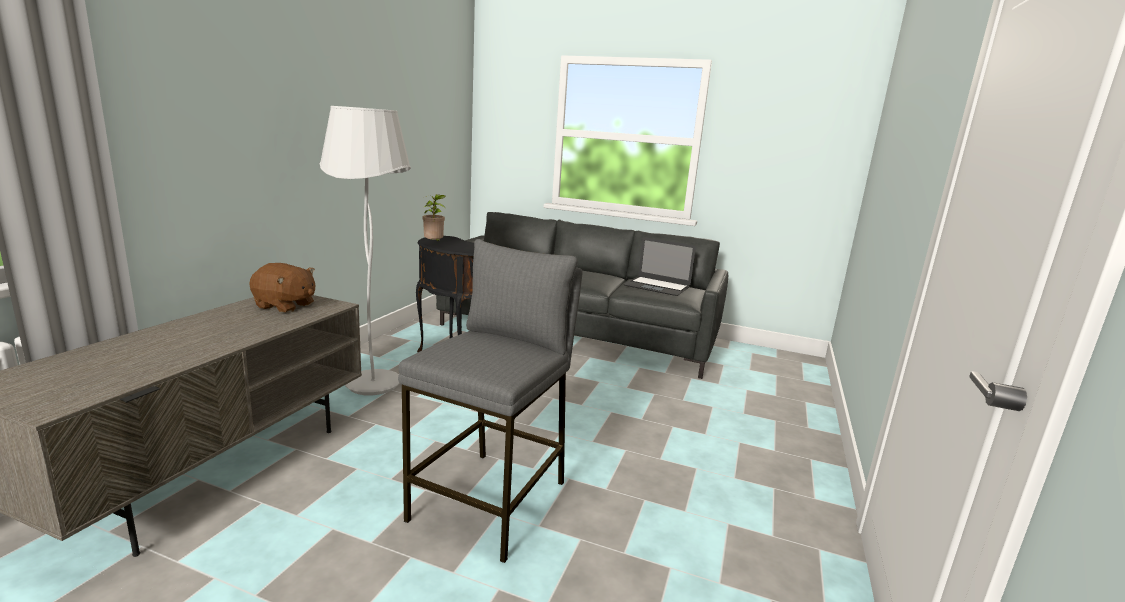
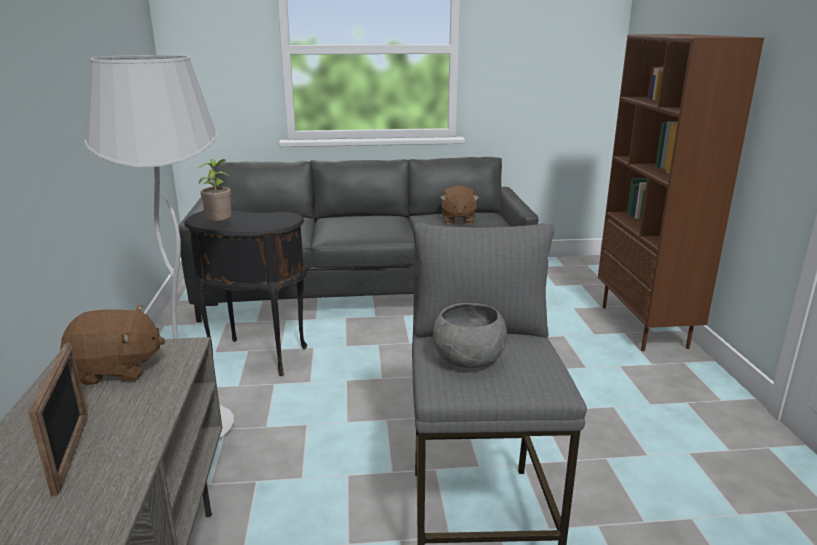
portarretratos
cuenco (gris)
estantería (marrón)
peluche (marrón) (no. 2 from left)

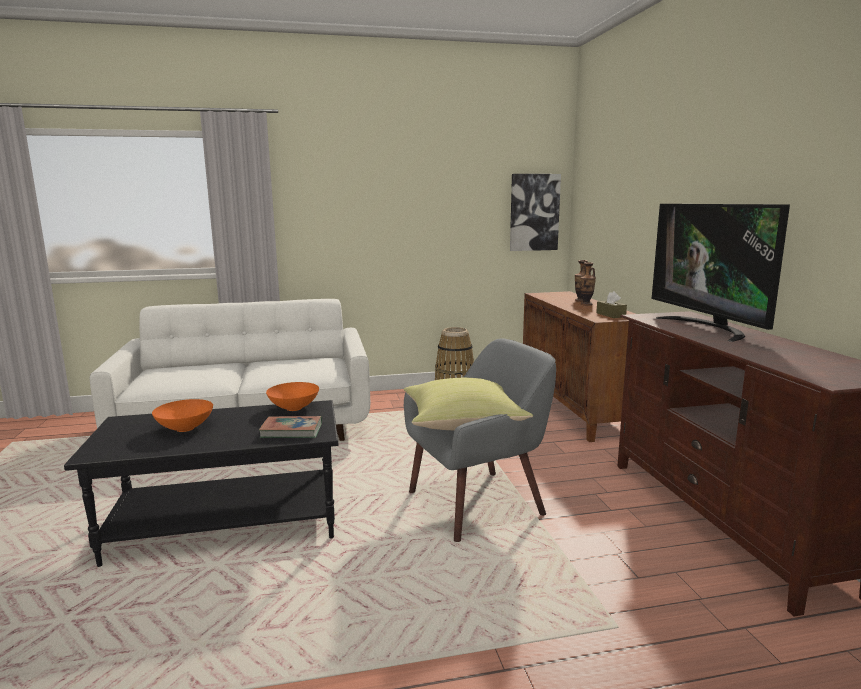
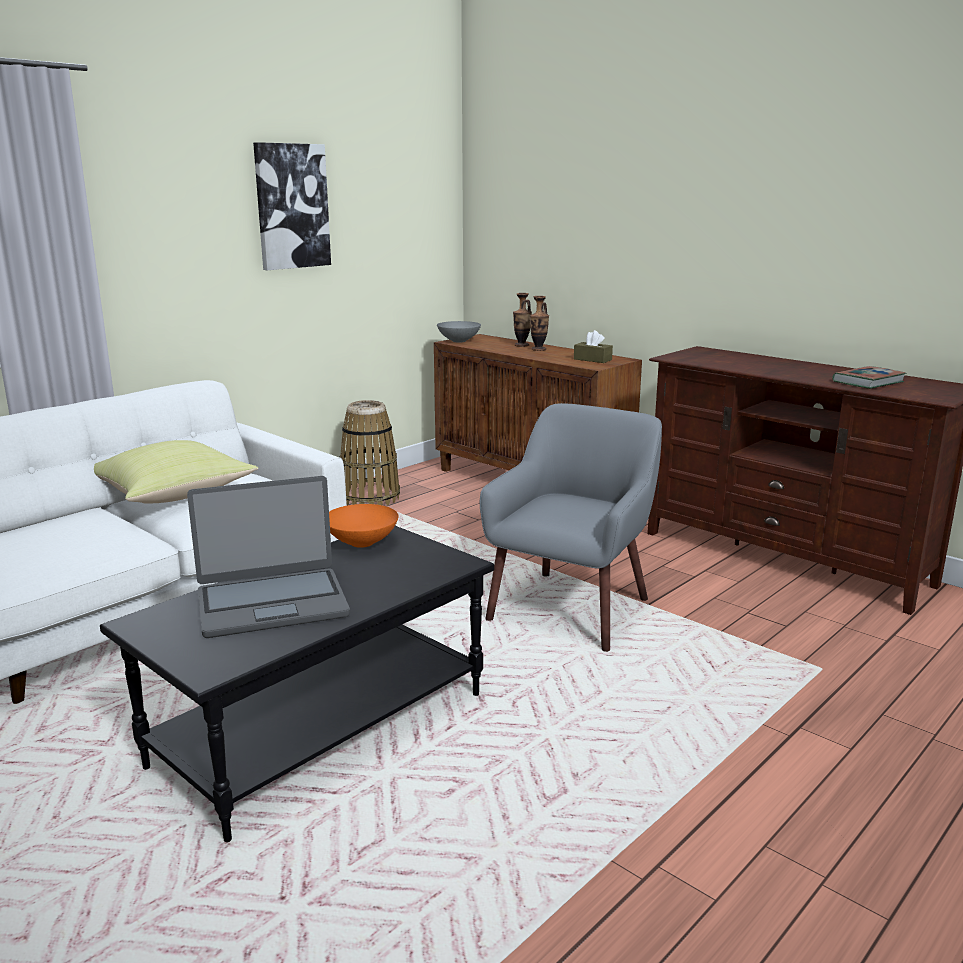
televisor
cuenco (gris)
libro
cojín (amarillo)
cuadro
portátil

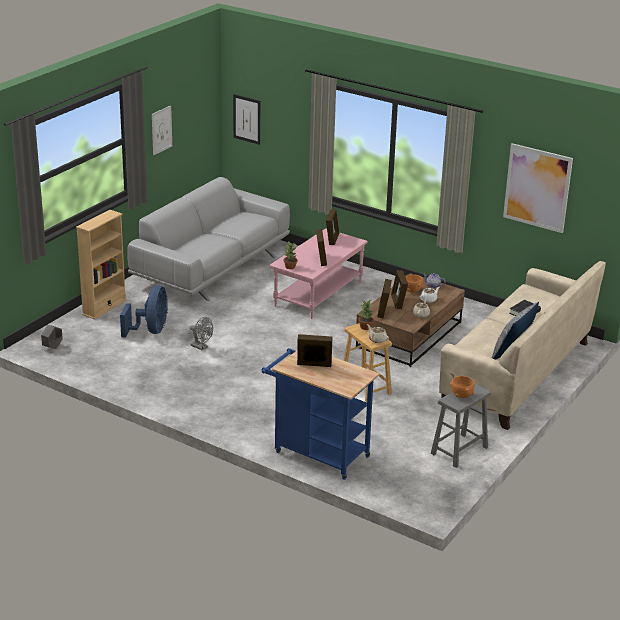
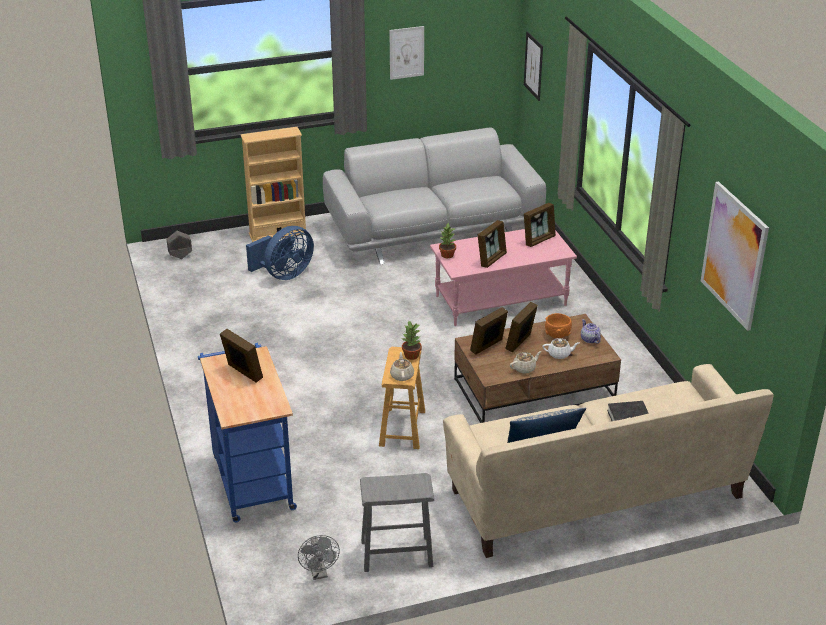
cuenco (naranja) (no. 2 from left in the first image)
ventilador (gris)

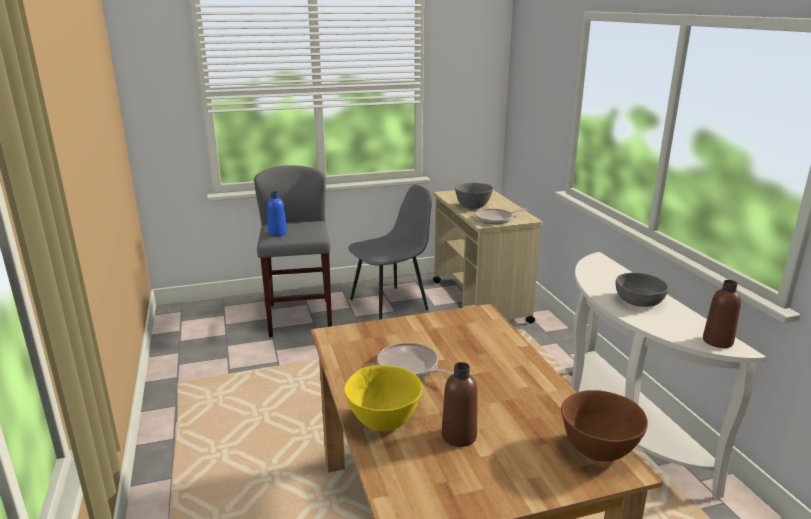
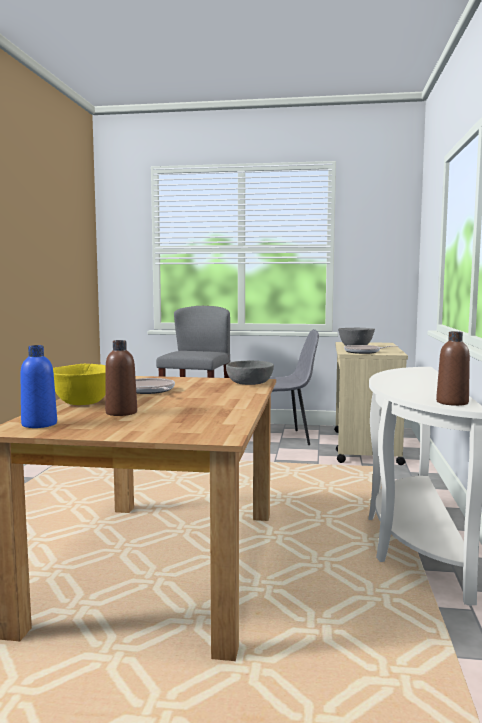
cuenco (marrón)
botella (azul)
cuenco (gris) (no. 1 from left)

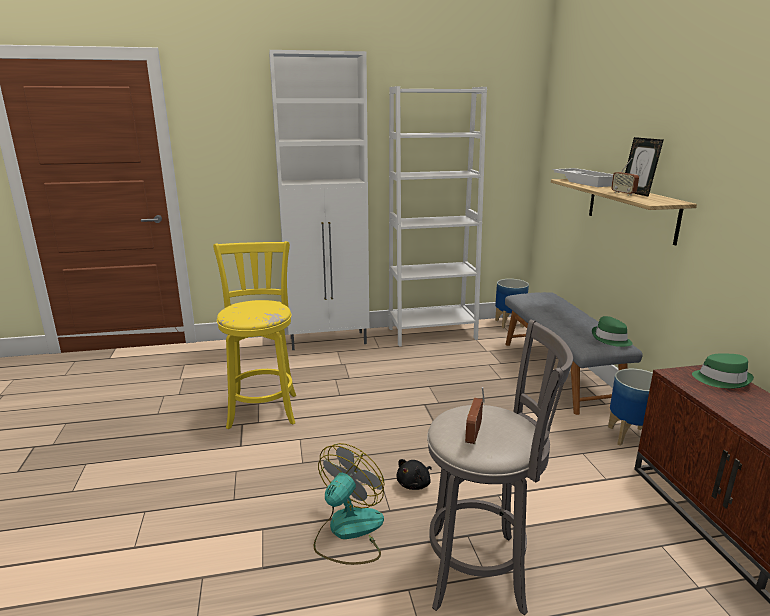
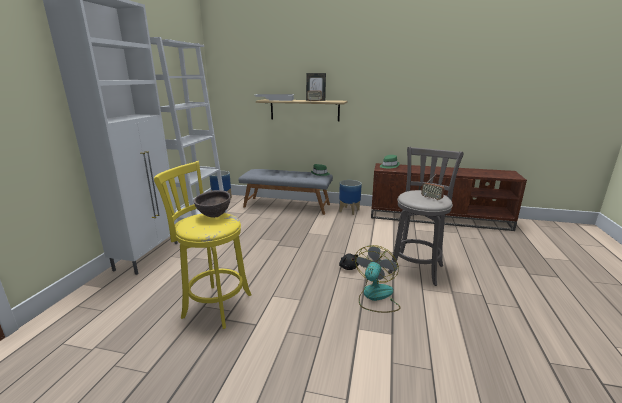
cuenco (marrón)
ventilador

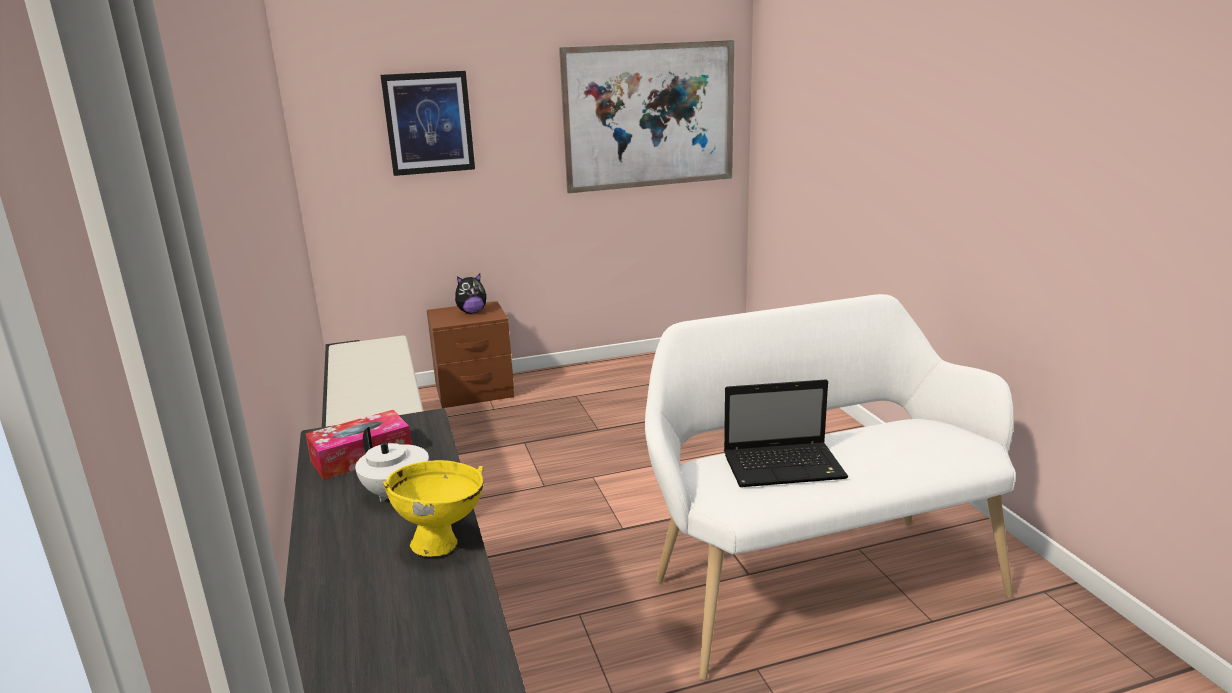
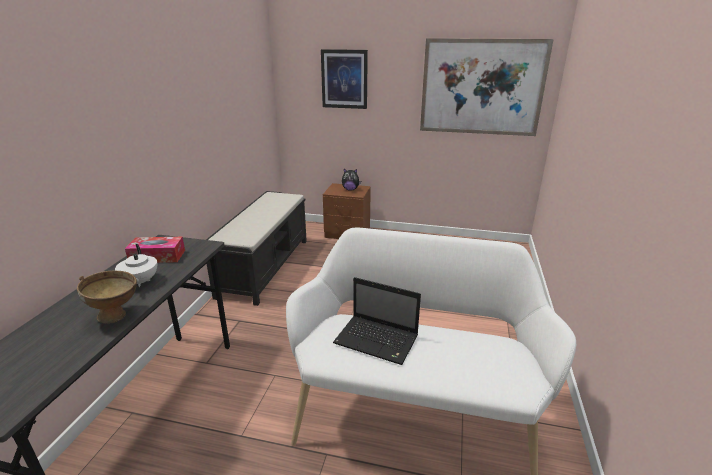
cuenco (marrón)

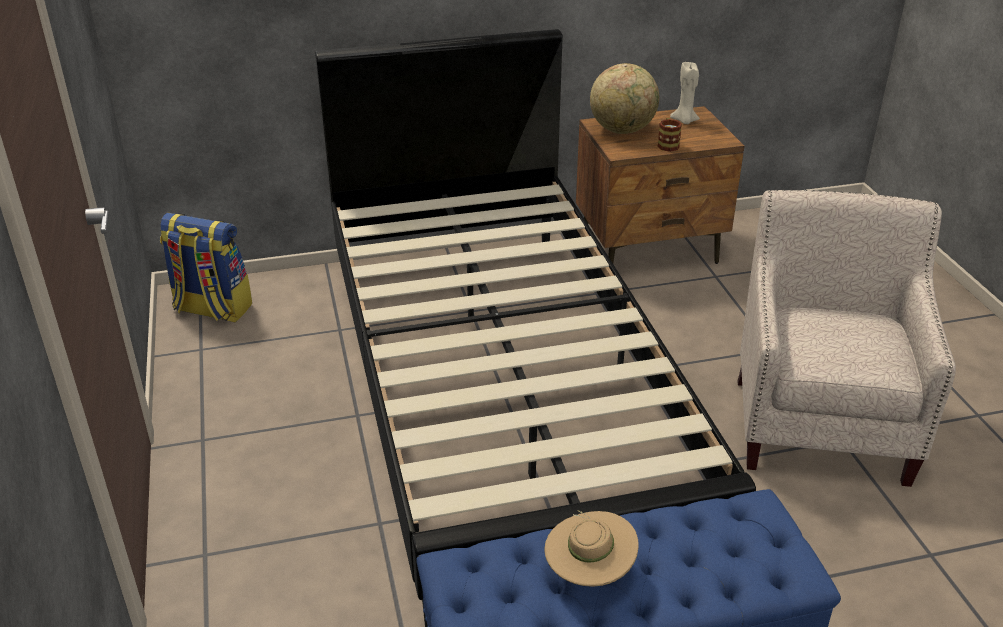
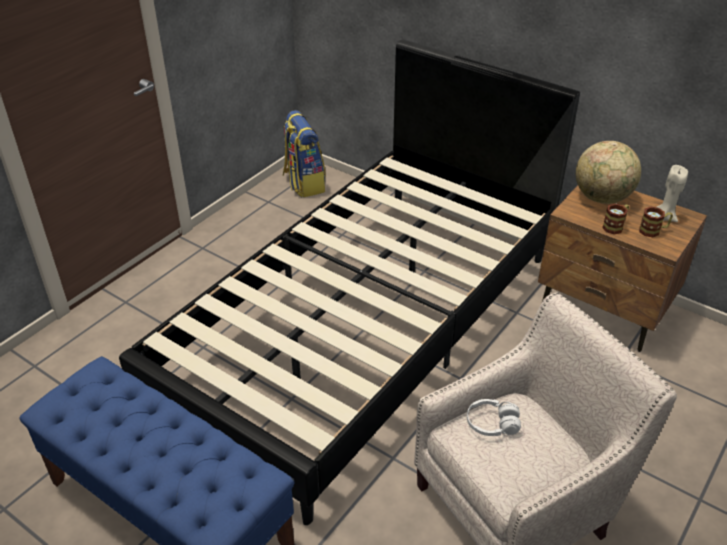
sombrero (beis)
auriculares (blanco)
taza grande (no. 2 from left)

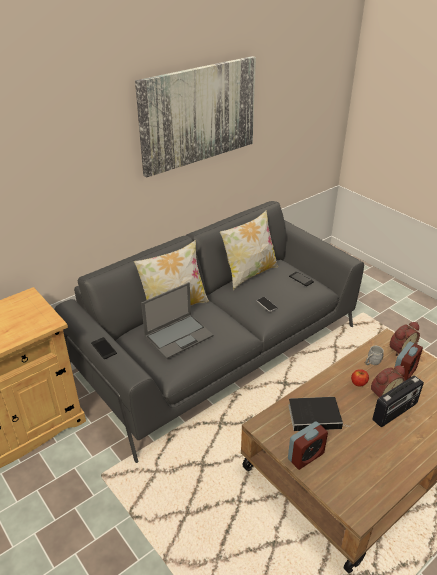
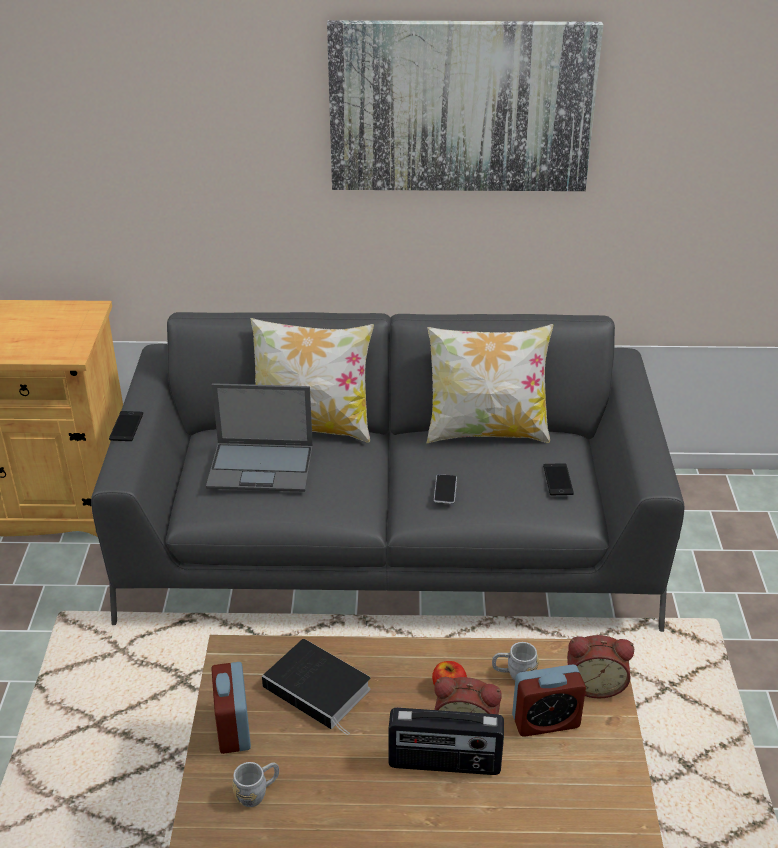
taza grande (gris) (no. 1 from left)
despertador (no. 1 from left)

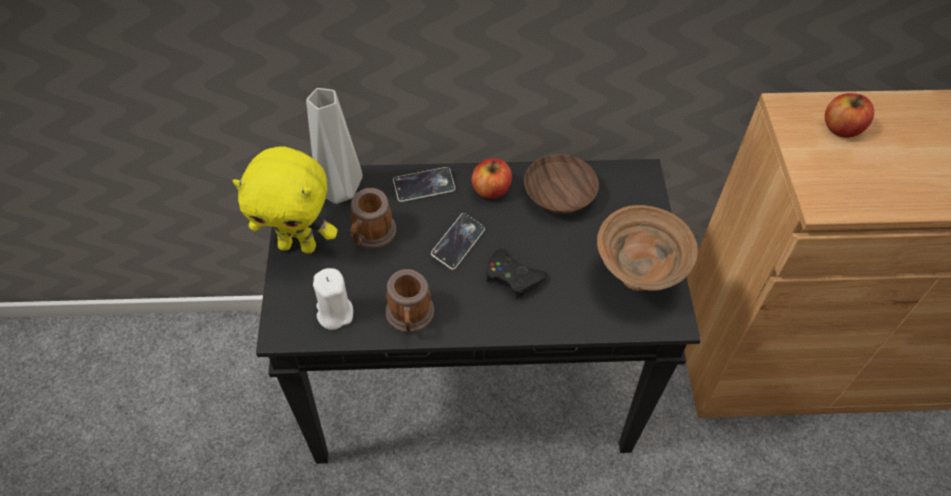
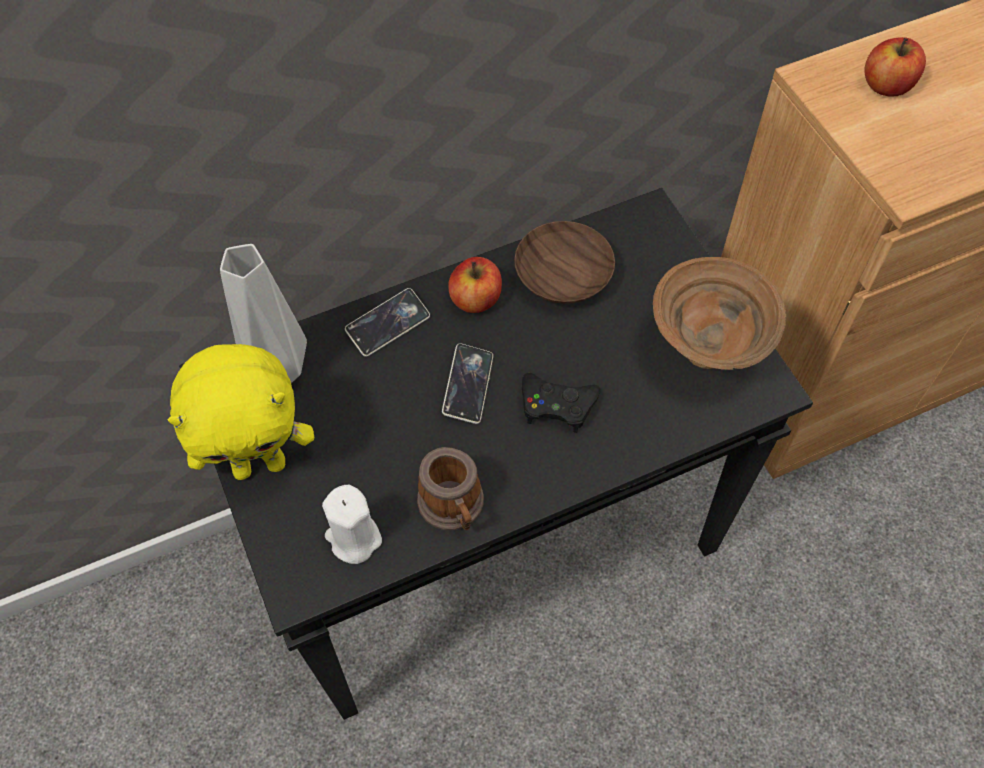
taza grande (no. 1 from left in the first image)

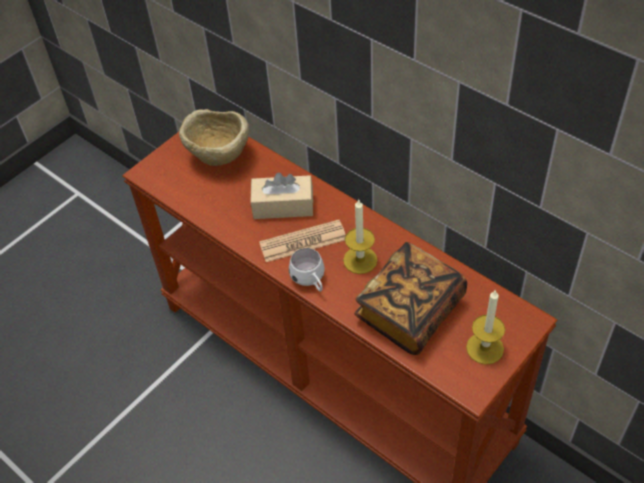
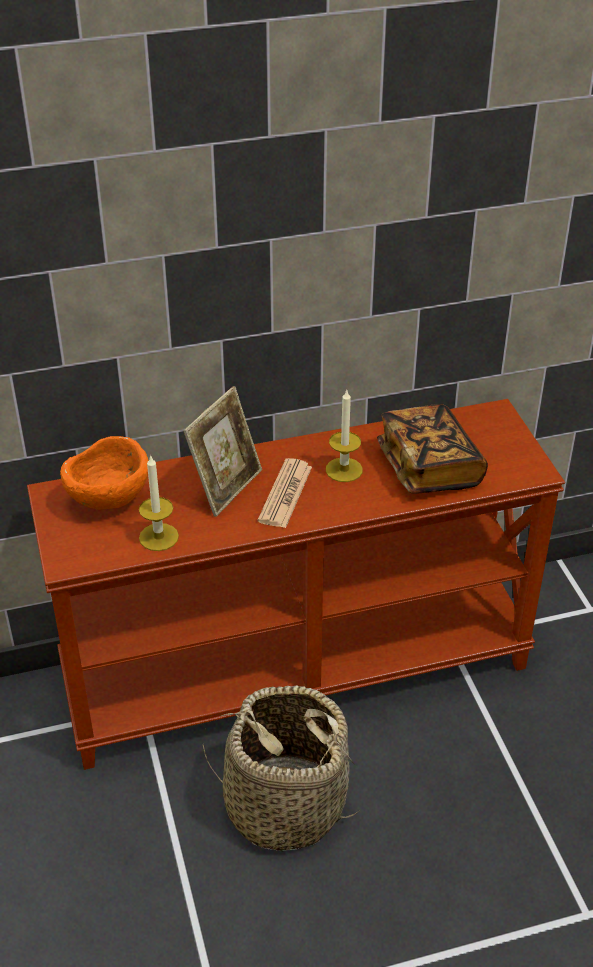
taza grande (blanco)
cesta
vela (no. 1 from left)
portarretratos
cuenco (naranja)

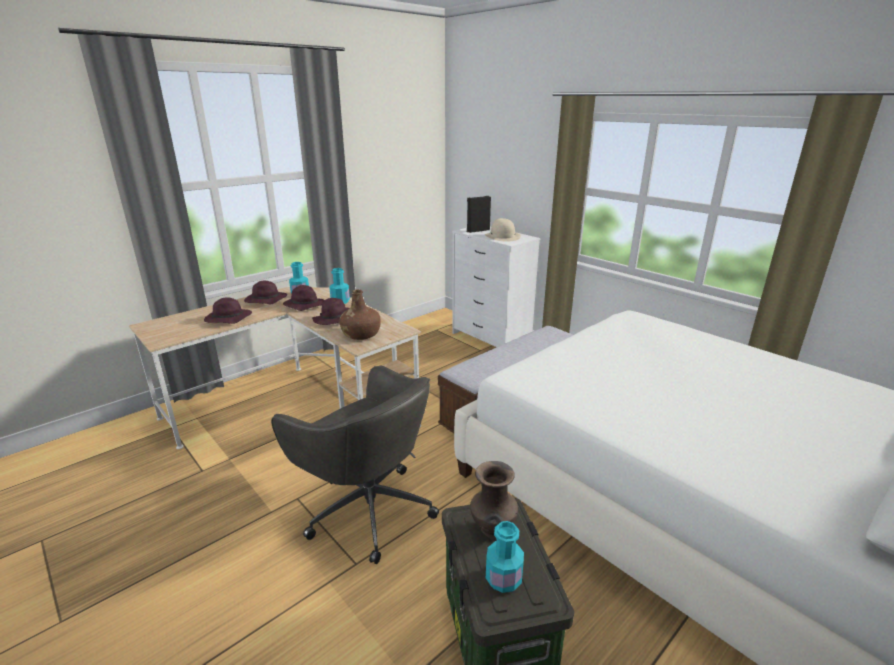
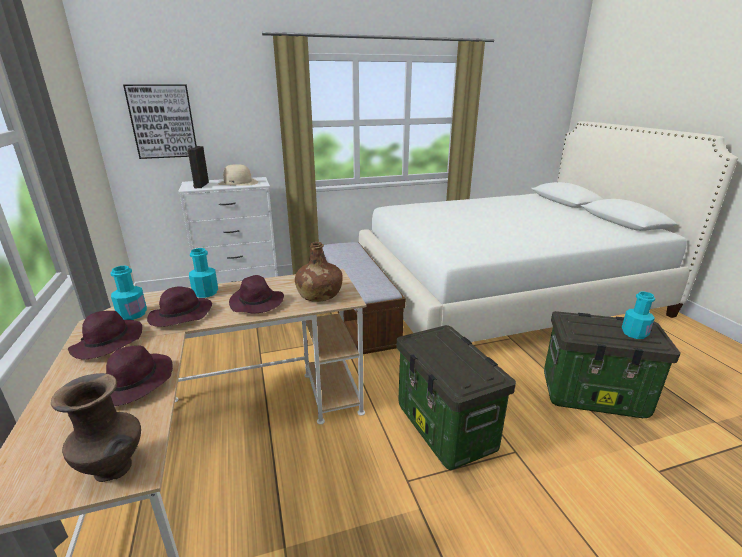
cuadro
florero (marrón)
caja de almacenaje (no. 1 from left)

